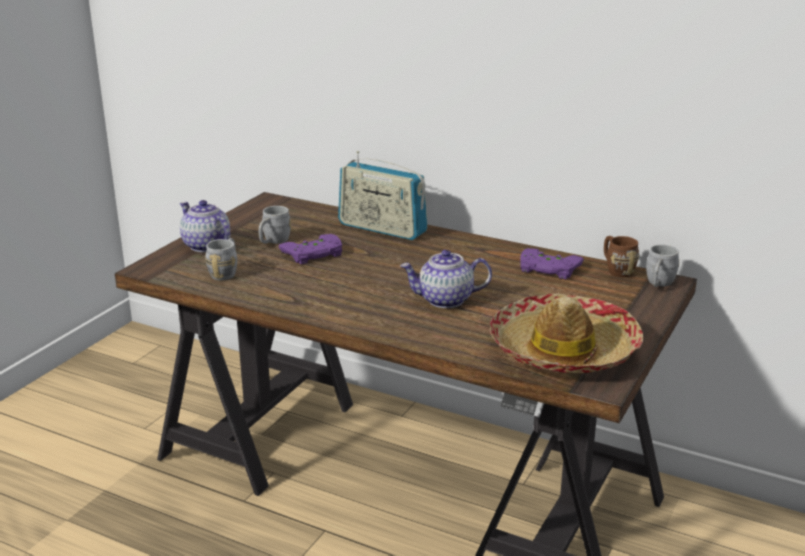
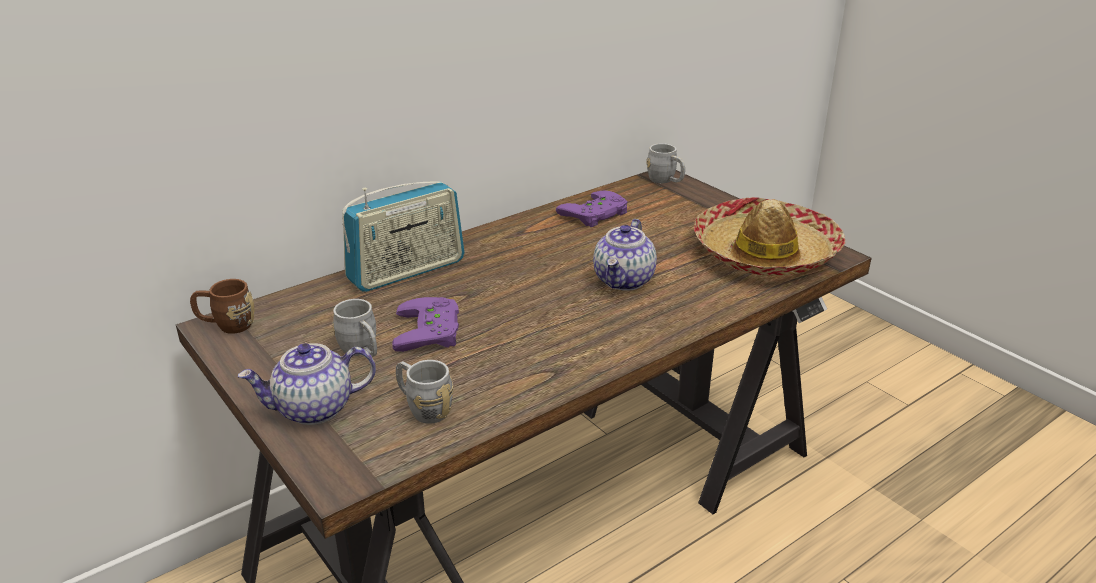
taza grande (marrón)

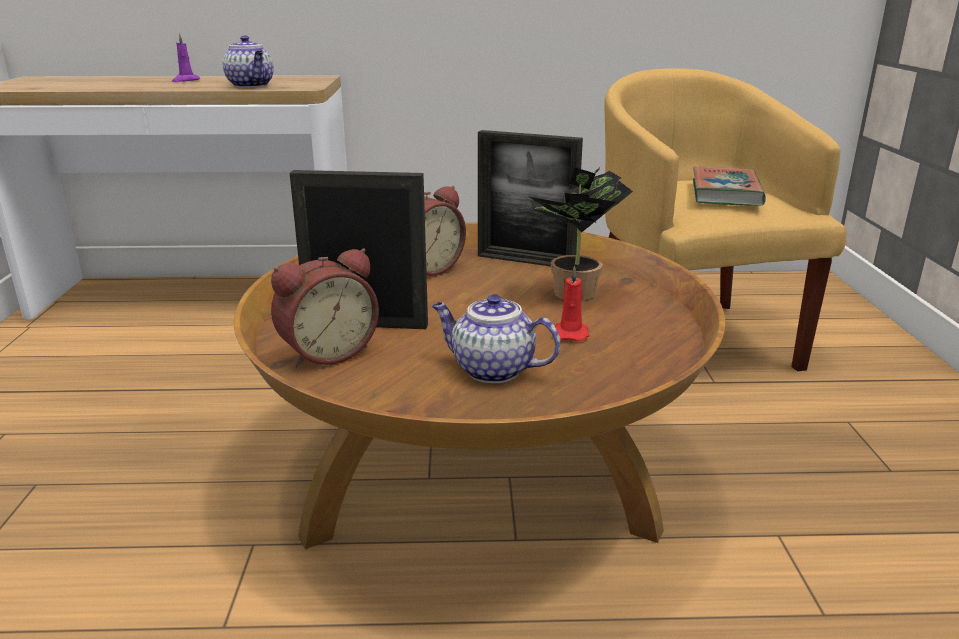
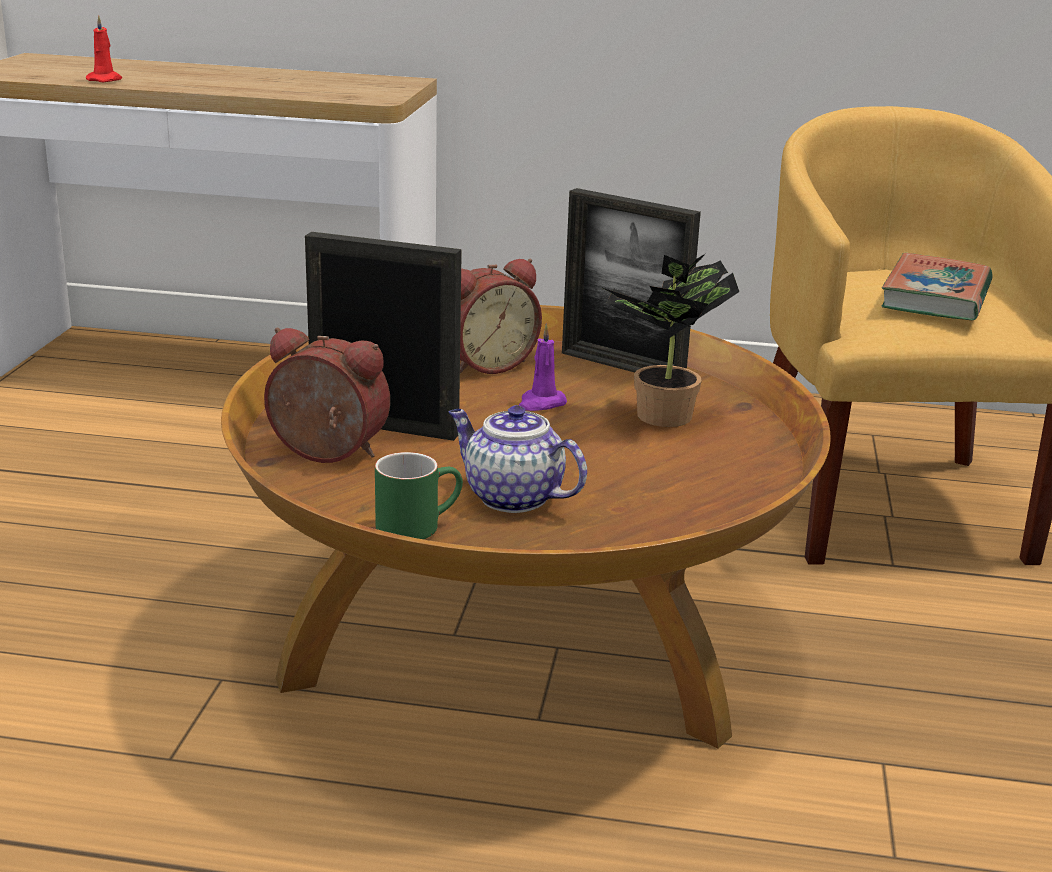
tetera (no. 1 from left in the first image)
taza grande (verde)
vela (morado)
vela (rojo)
despertador (no. 1 from left)

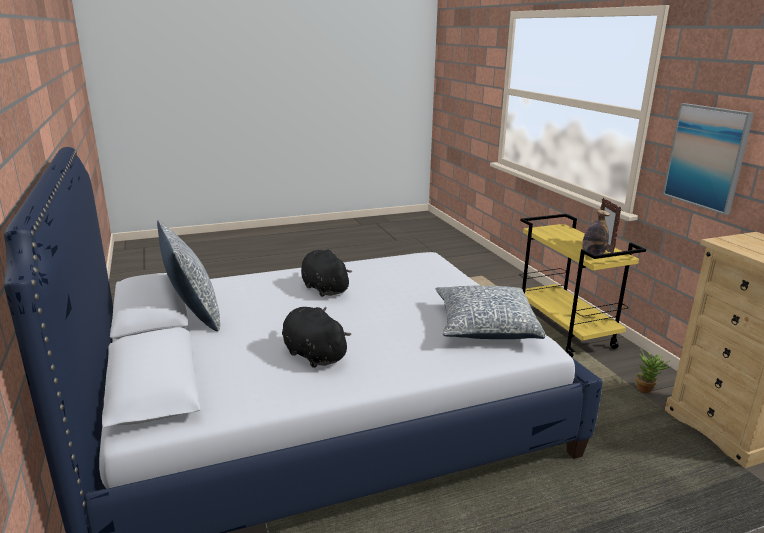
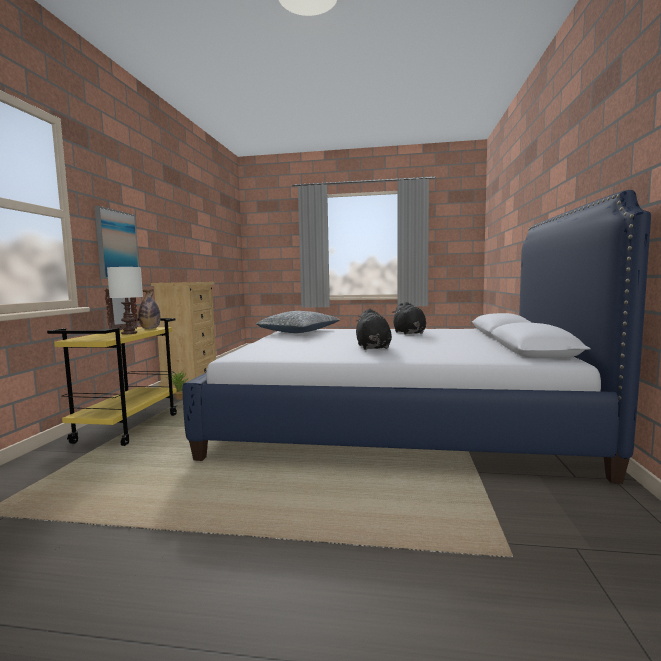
cojín (no. 1 from left in the first image)
lámpara de mesa (blanco)

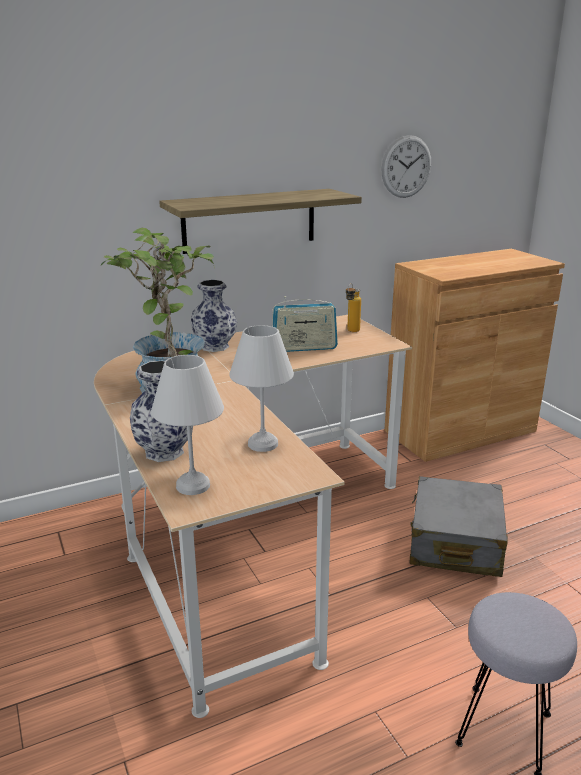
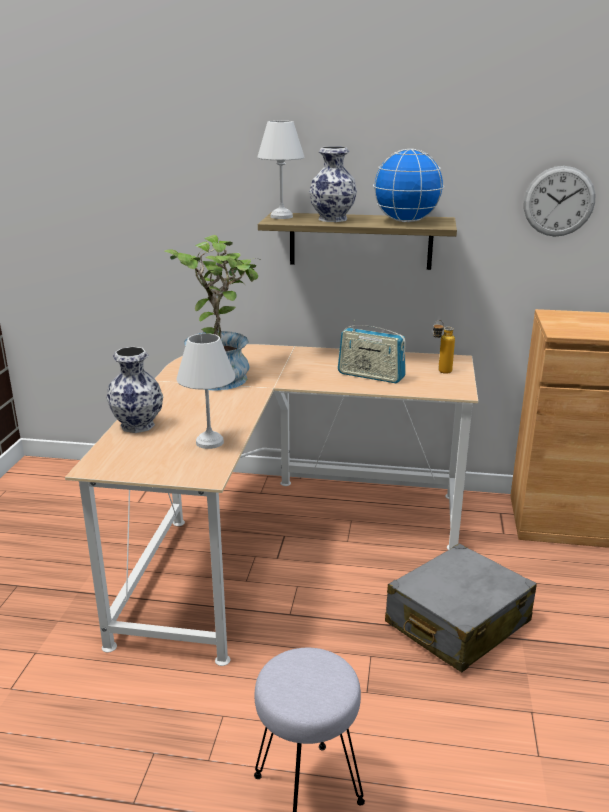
globo terráqueo
lámpara de mesa (blanco) (no. 2 from left)
florero (no. 2 from left)

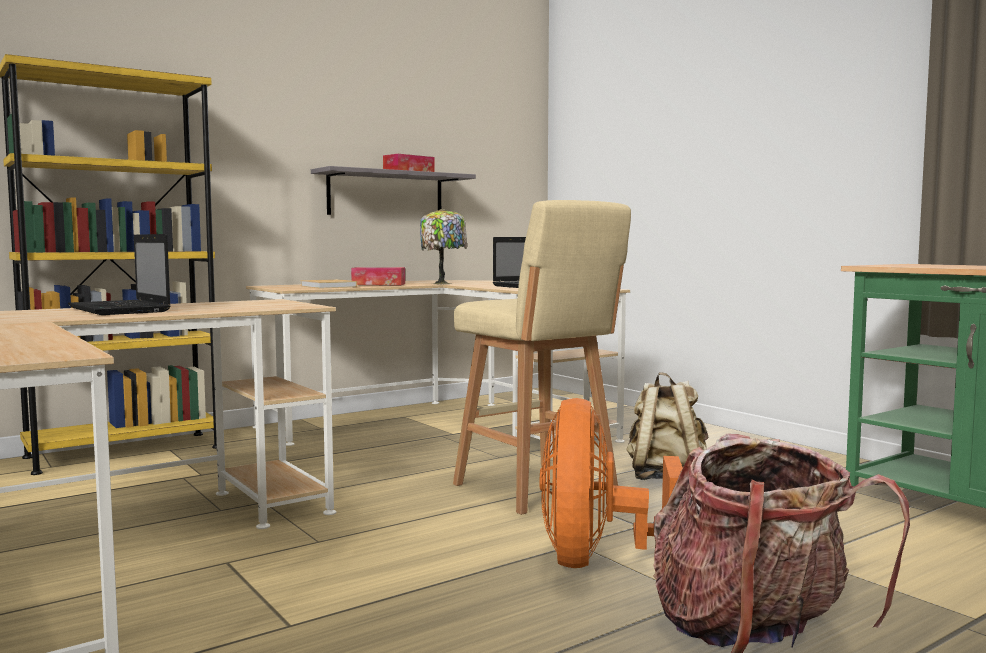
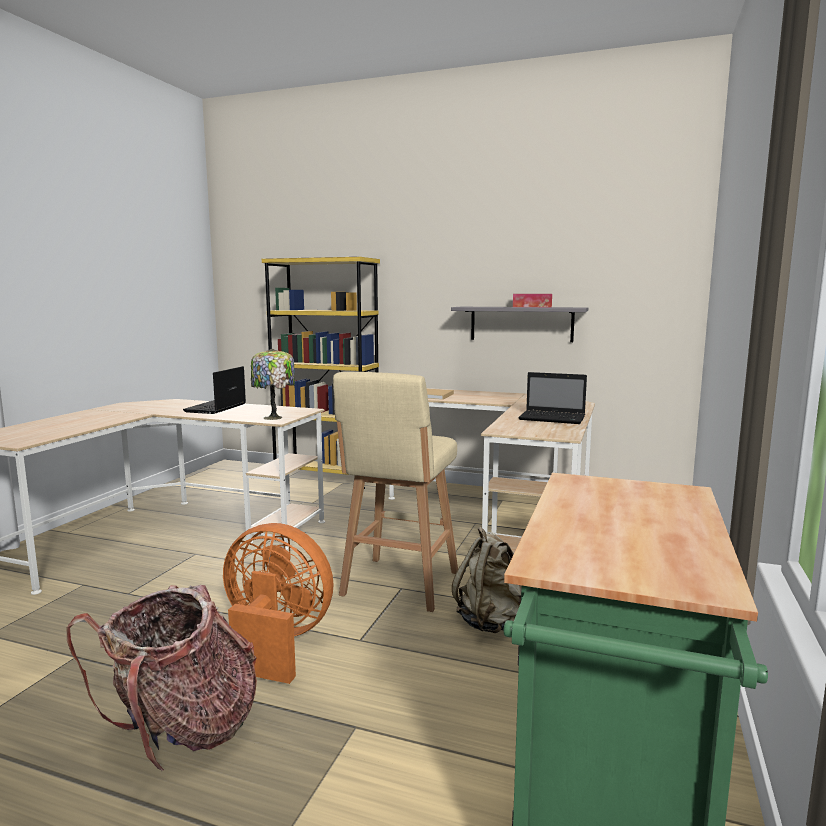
caja de pañuelos (no. 1 from left in the first image)
lámpara de mesa
ventilador (naranja)

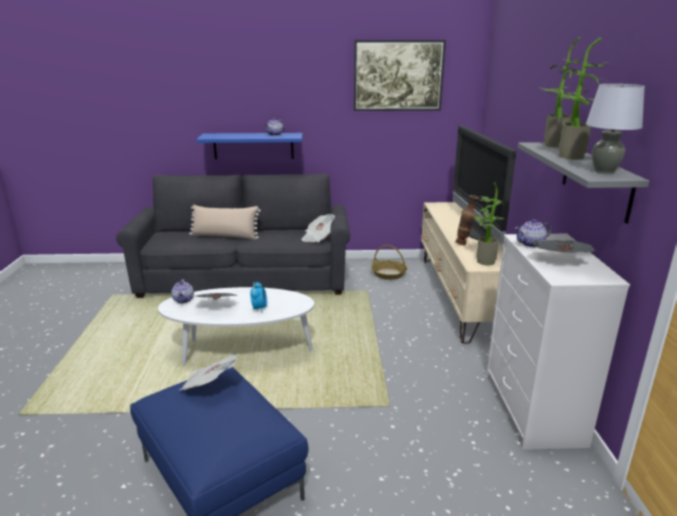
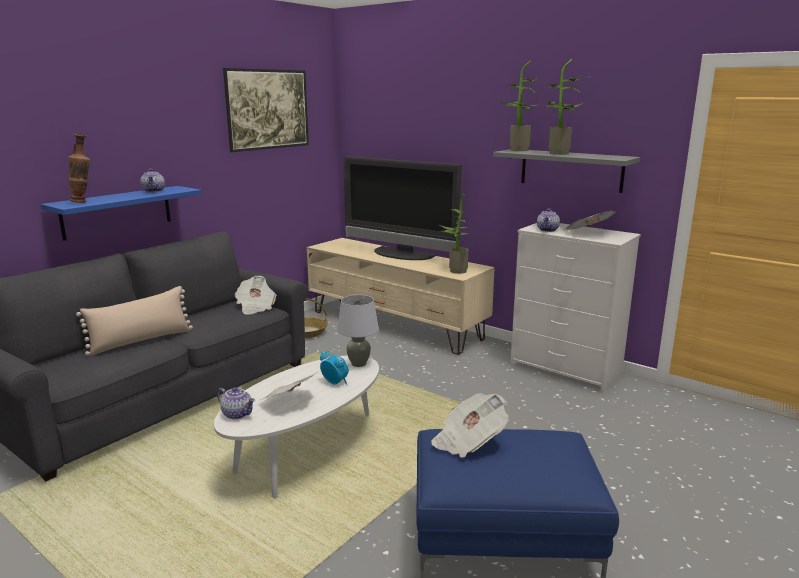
florero
lámpara de mesa (gris)

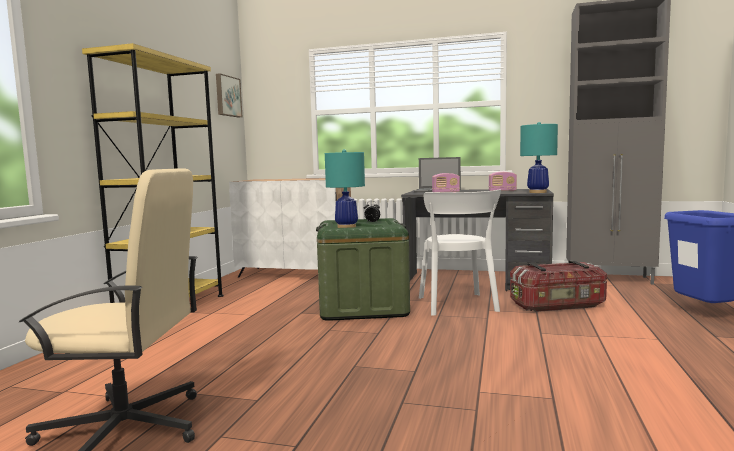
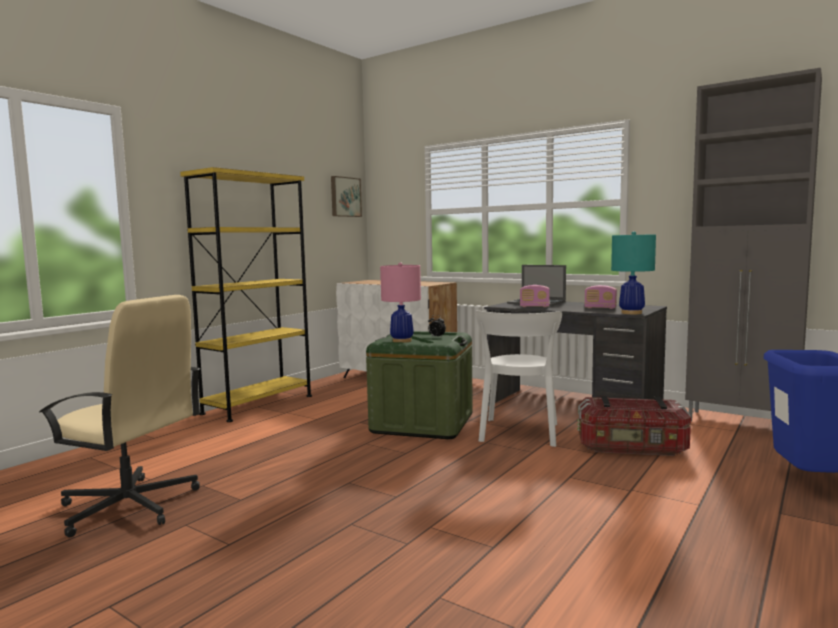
lámpara de mesa (rosa)

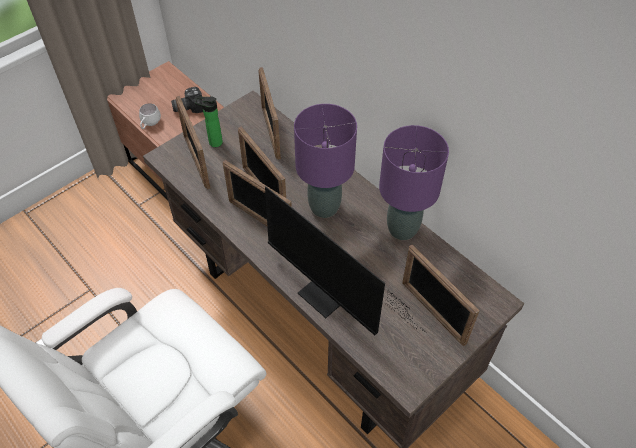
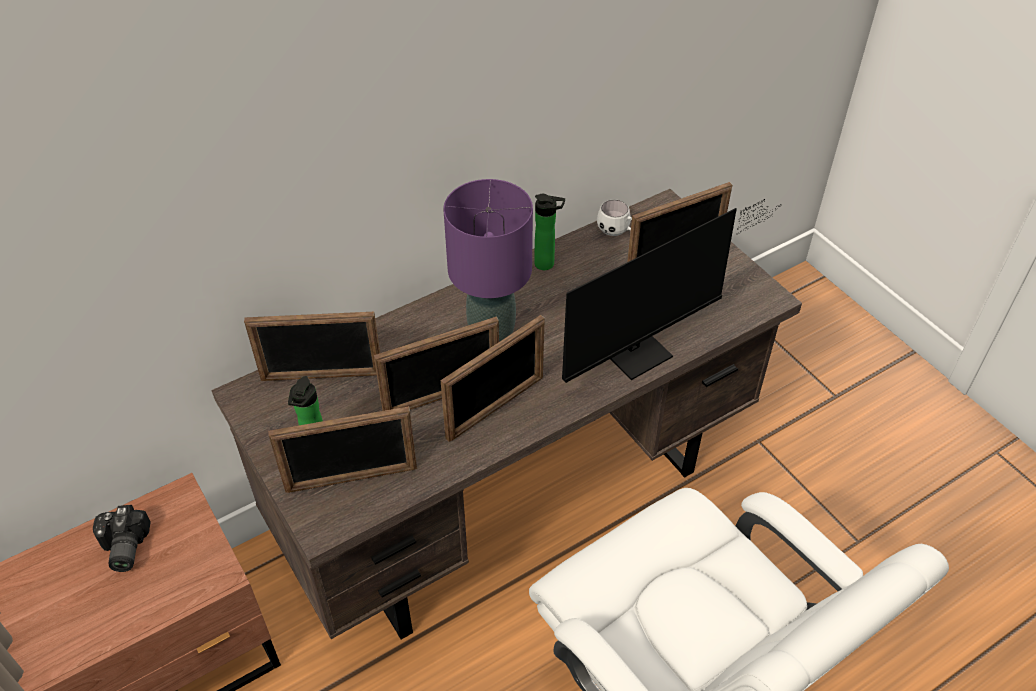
taza grande (blanco)
botella (no. 2 from left)

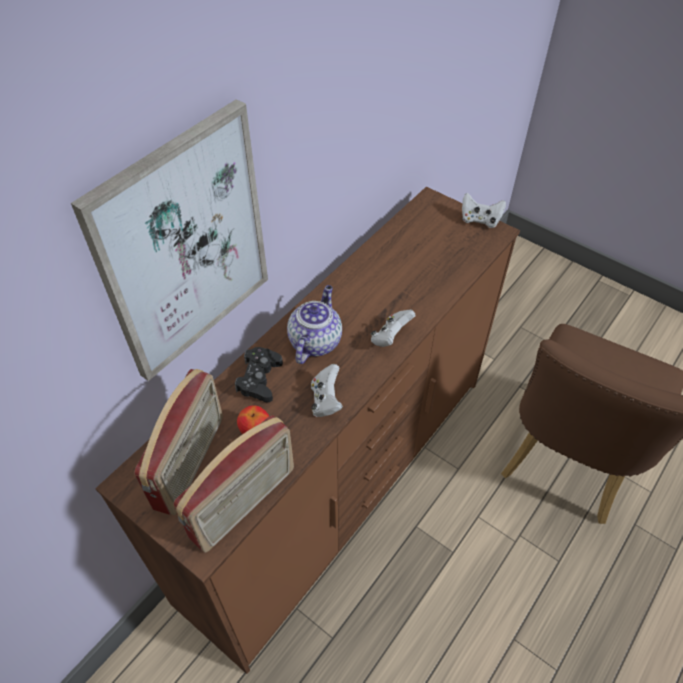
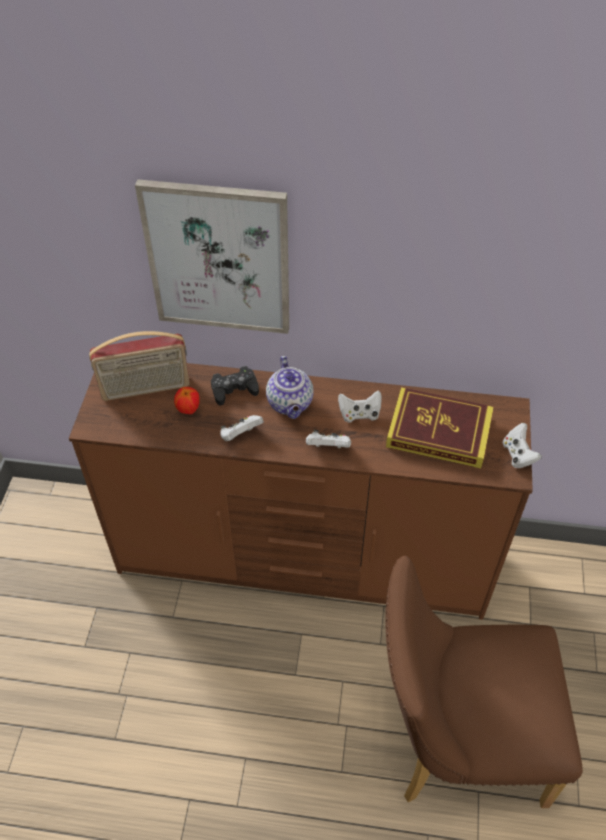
radio (no. 2 from left in the first image)
mando de consola (blanco) (no. 3 from left)
libro
tetera

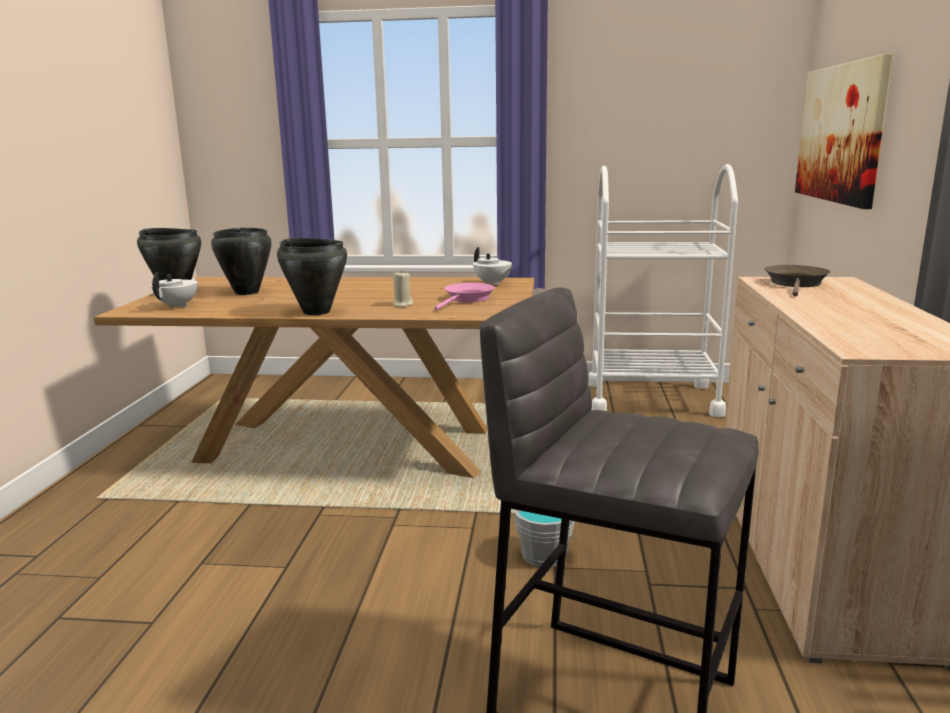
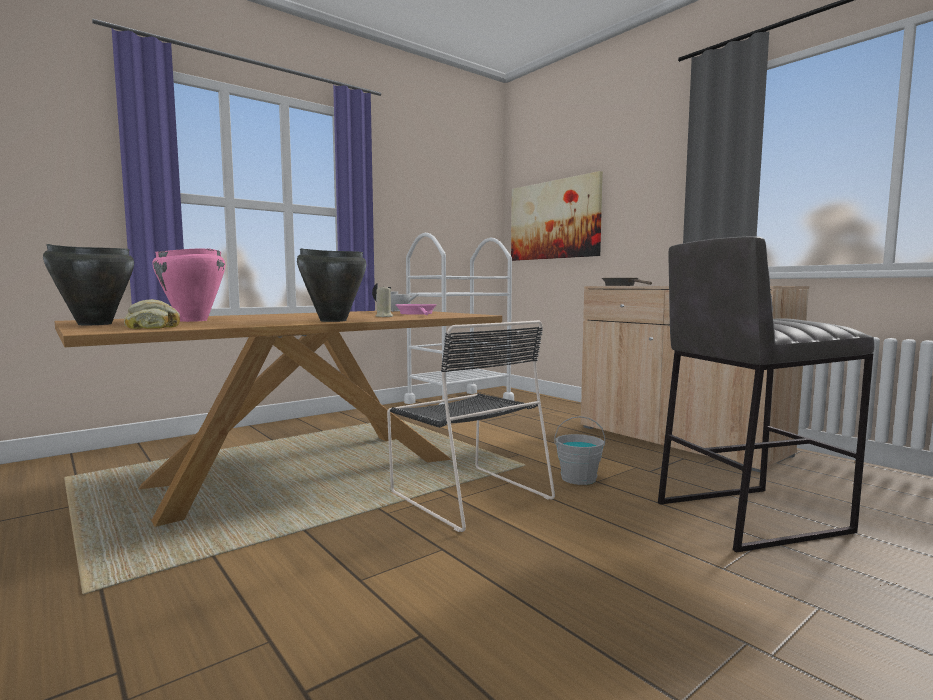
silla (negro)
pan
olla (rosa)

